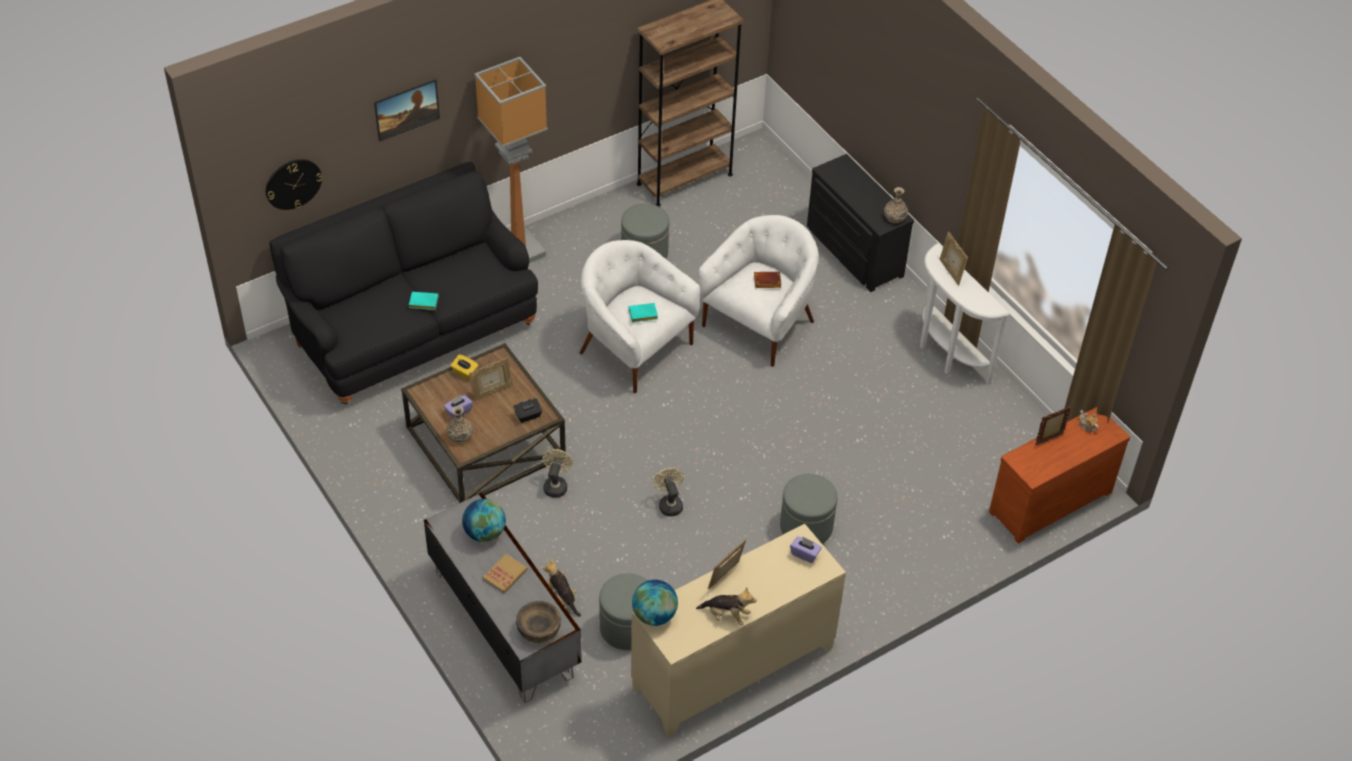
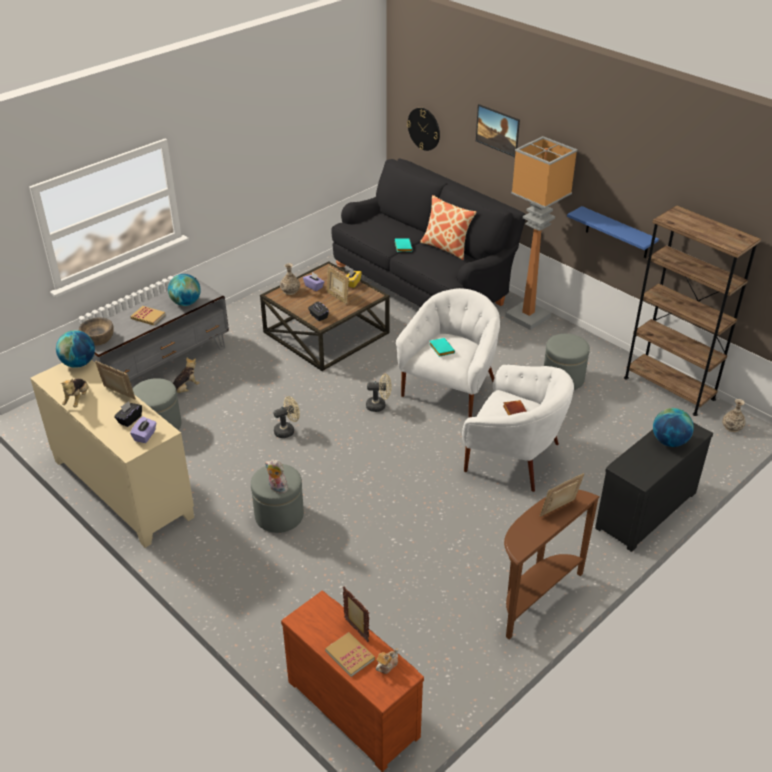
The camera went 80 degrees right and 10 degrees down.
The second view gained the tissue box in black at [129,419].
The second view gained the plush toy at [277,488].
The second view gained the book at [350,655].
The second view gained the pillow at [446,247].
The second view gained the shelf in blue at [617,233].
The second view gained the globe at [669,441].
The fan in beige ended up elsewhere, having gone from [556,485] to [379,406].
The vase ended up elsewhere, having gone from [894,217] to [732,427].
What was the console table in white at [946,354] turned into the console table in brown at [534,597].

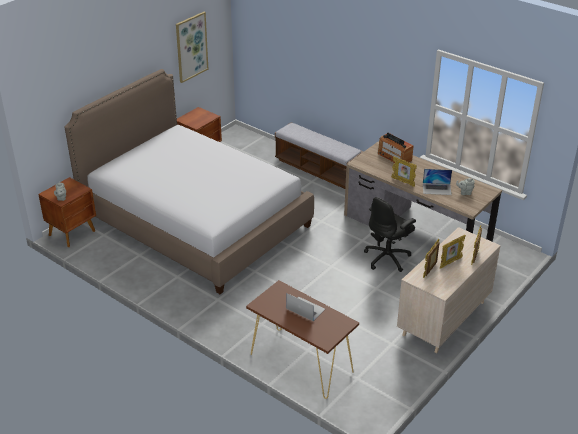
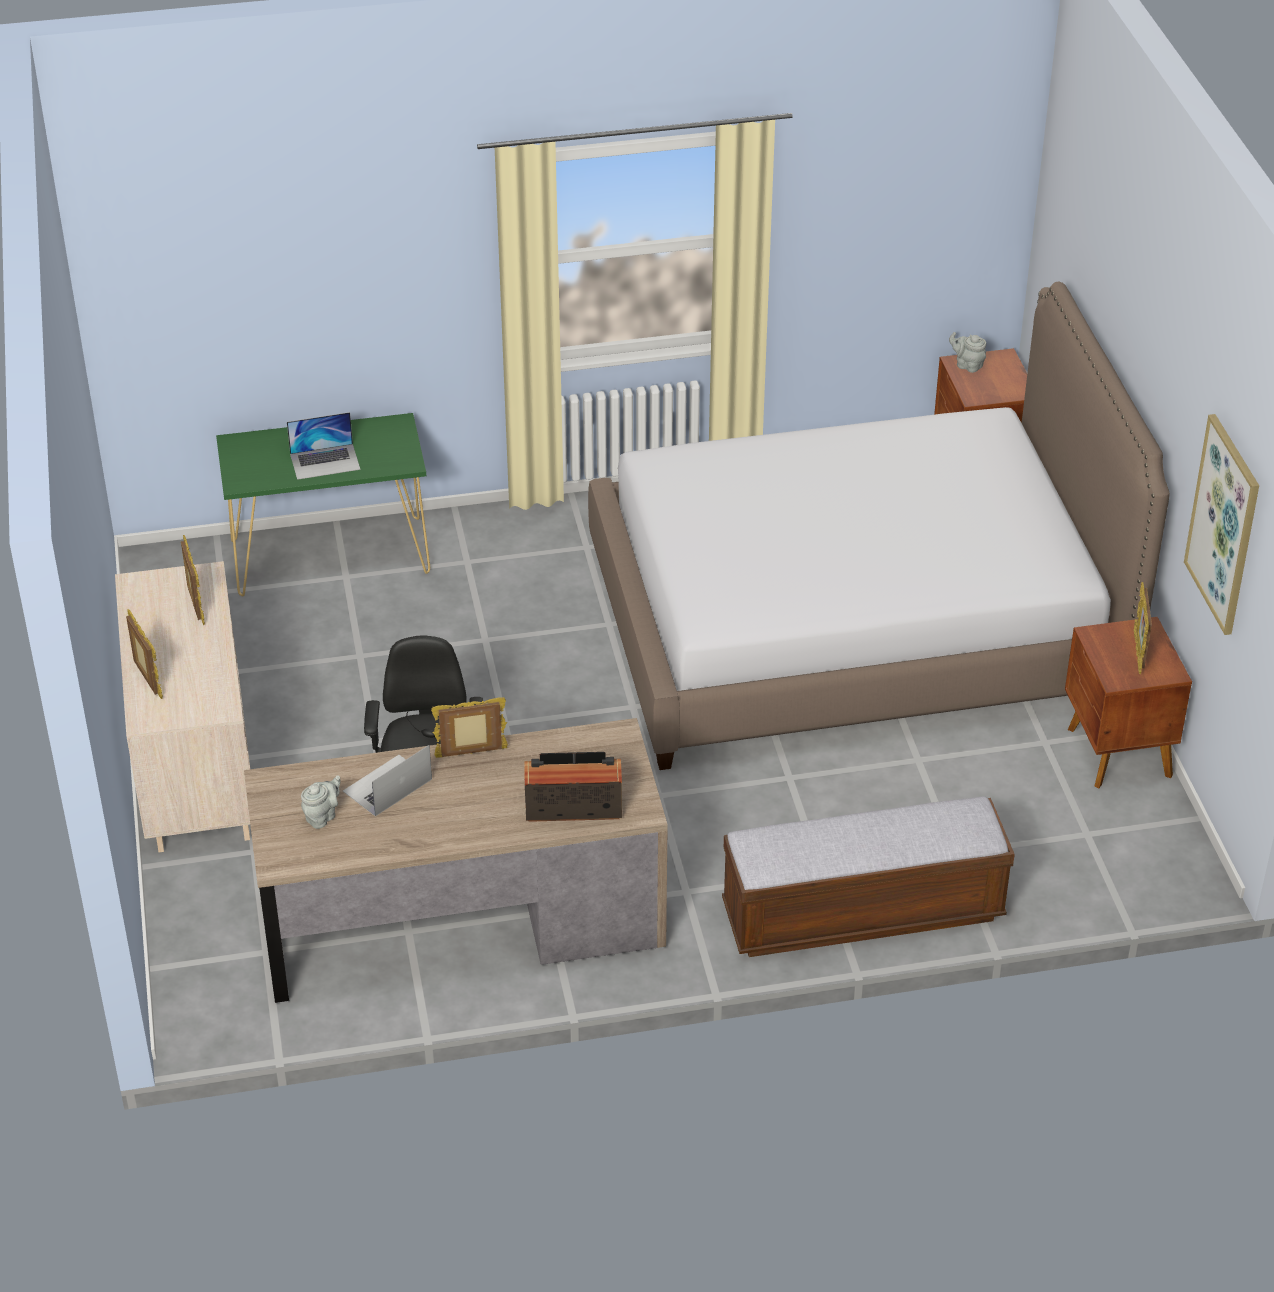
The camera went 130 degrees right and 5 degrees up.
The picture frame ended up elsewhere, having gone from [450,263] to [1138,653].
What was the console table in brown at [301,362] turned into the console table in green at [331,556].

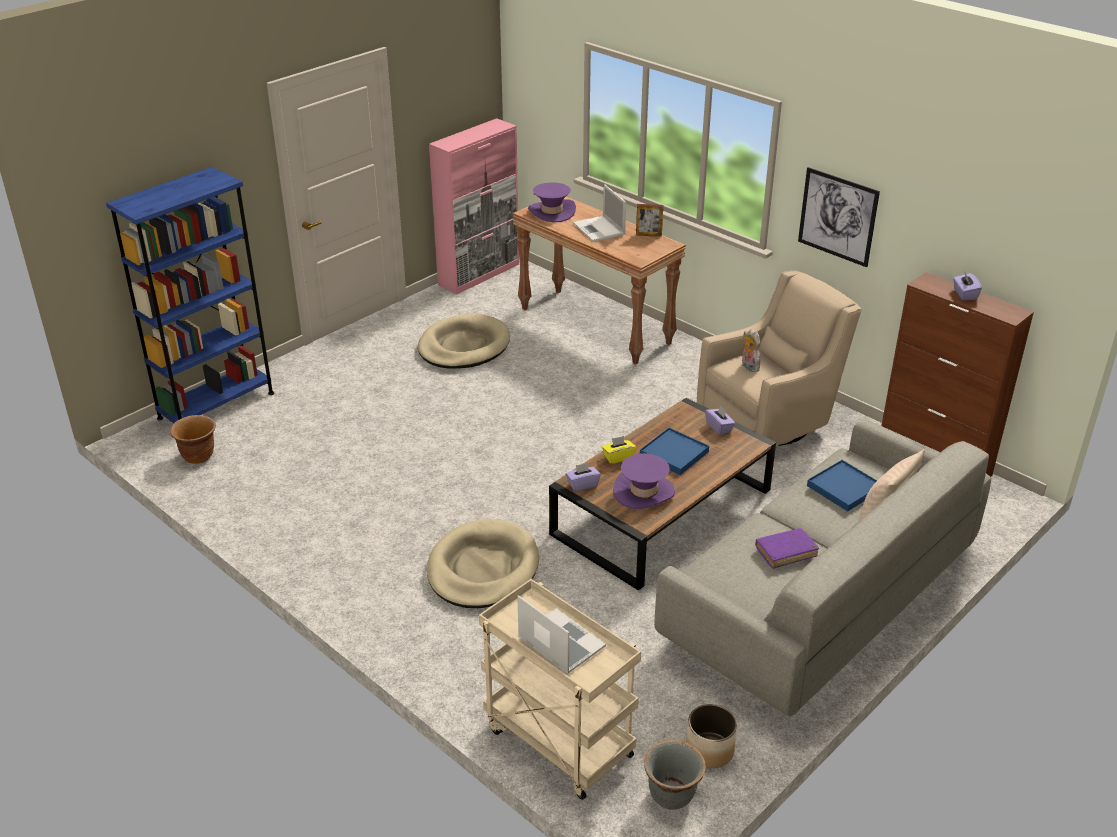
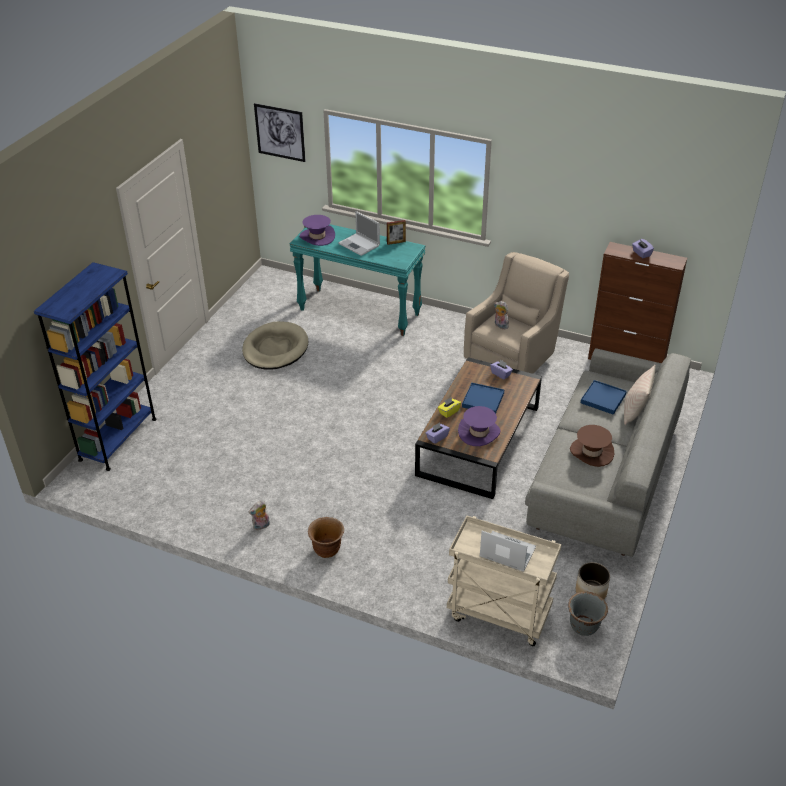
The camera went 20 degrees left and 5 degrees up.
The second view lost the dog bed in beige at [482,568].
The second view lost the cabinet in pink at [479,274].
The second view gained the plush toy at [261,526].
The planter in brown ended up elsewhere, having gone from [198,456] to [327,550].
The picture ended up elsewhere, having gone from [837,216] to [280,132].
Where the book in purple stood at [785,552], the hat in brown came to stand at [591,452].
What was the console table in brown at [596,325] turned into the console table in turquoise at [360,312].

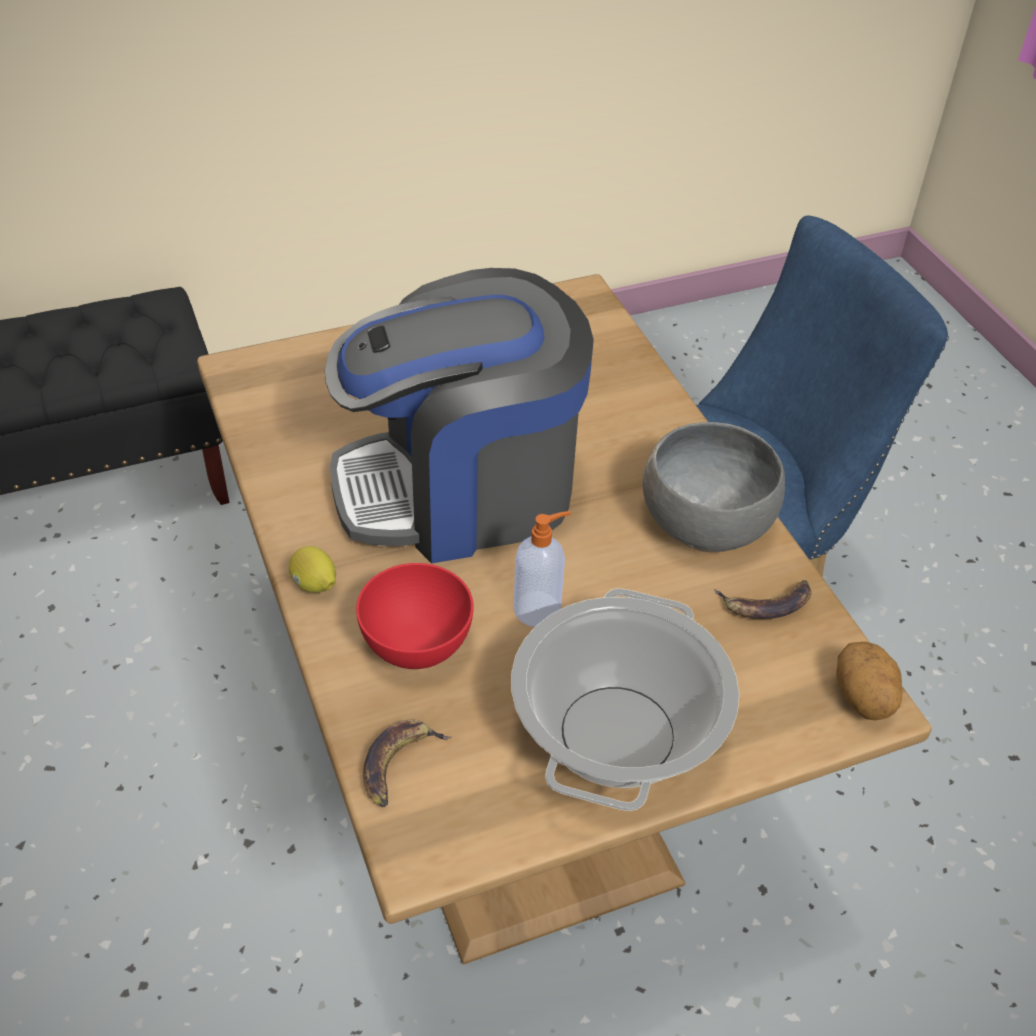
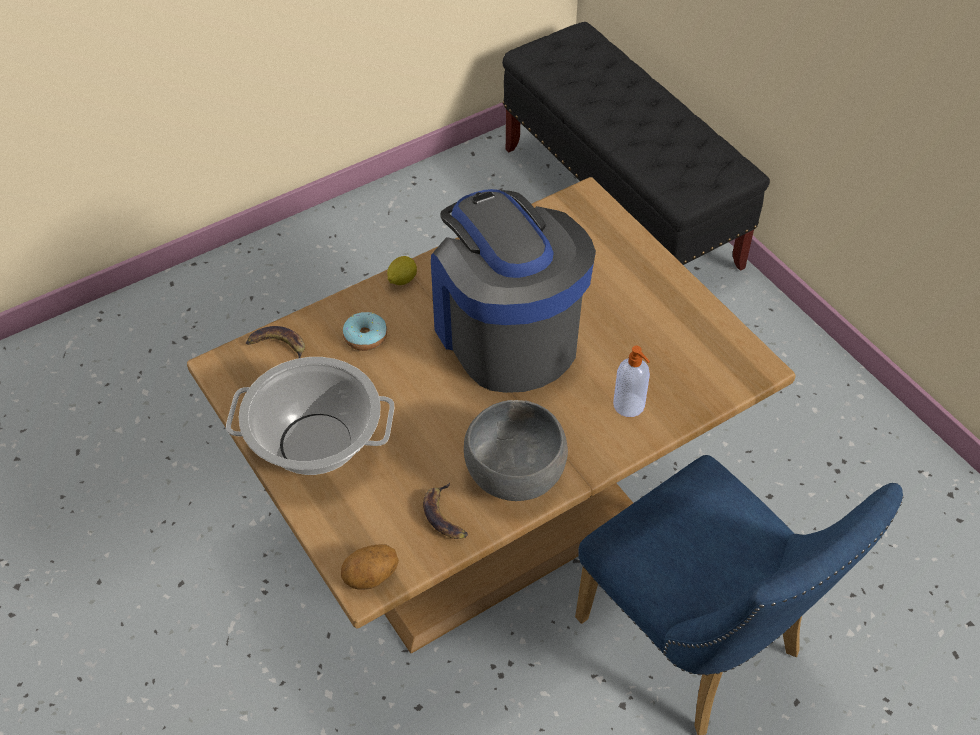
The camera went 80 degrees right and 5 degrees up.
The soap dispenser ended up elsewhere, having gone from [539,609] to [629,406].
Where the bowl in red stood at [417,645], the donut came to stand at [365,337].

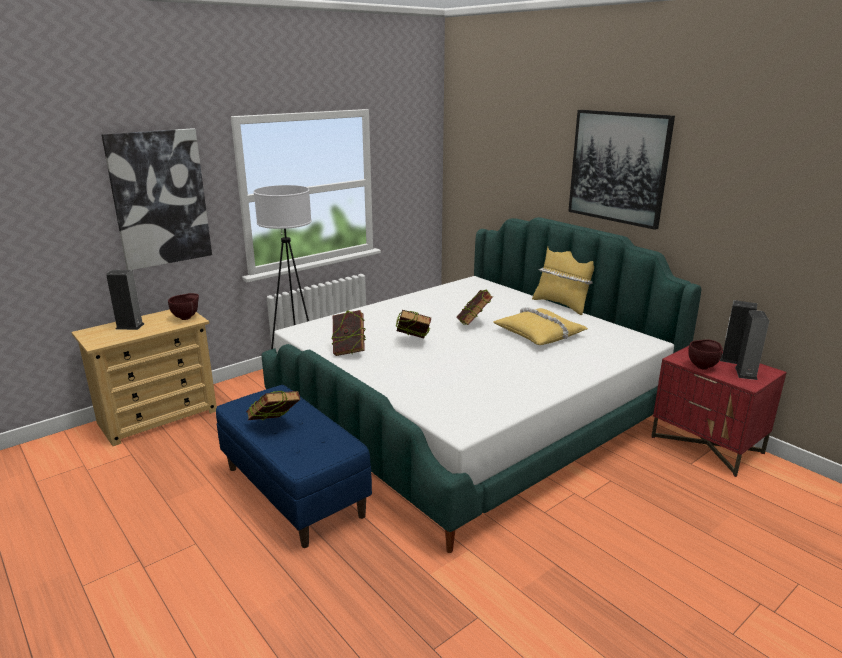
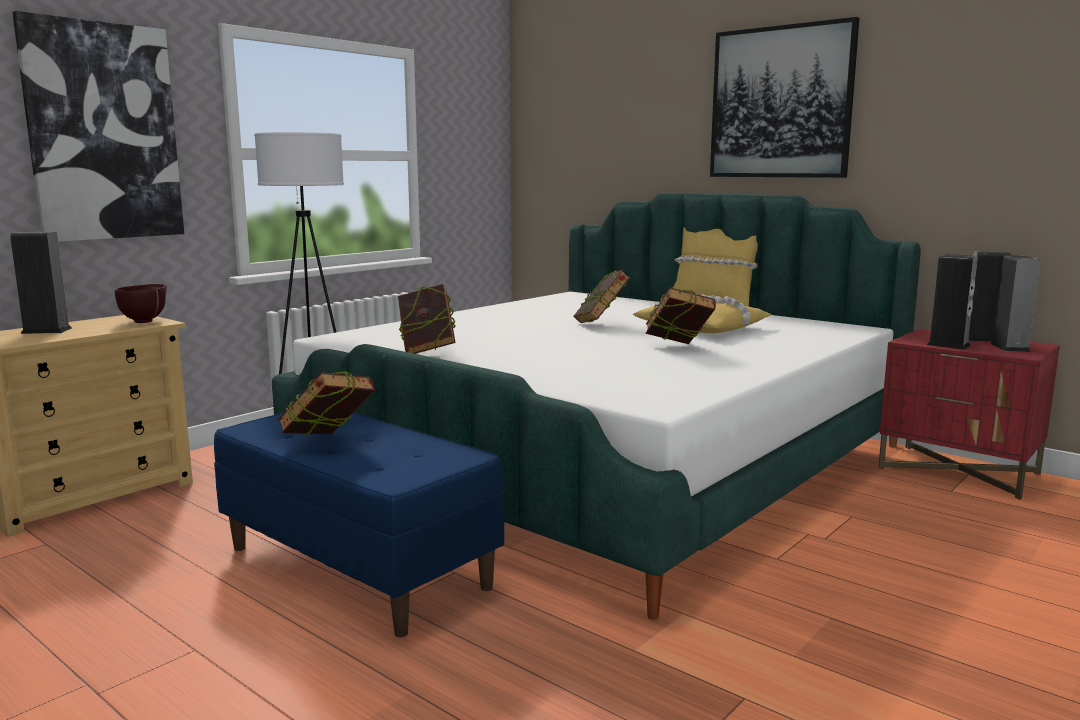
The camera went 10 degrees left and 10 degrees down.
The book ended up elsewhere, having gone from [413,342] to [678,348].
Where the bowl in brown stood at [703,366], the speaker came to stand at [948,345].

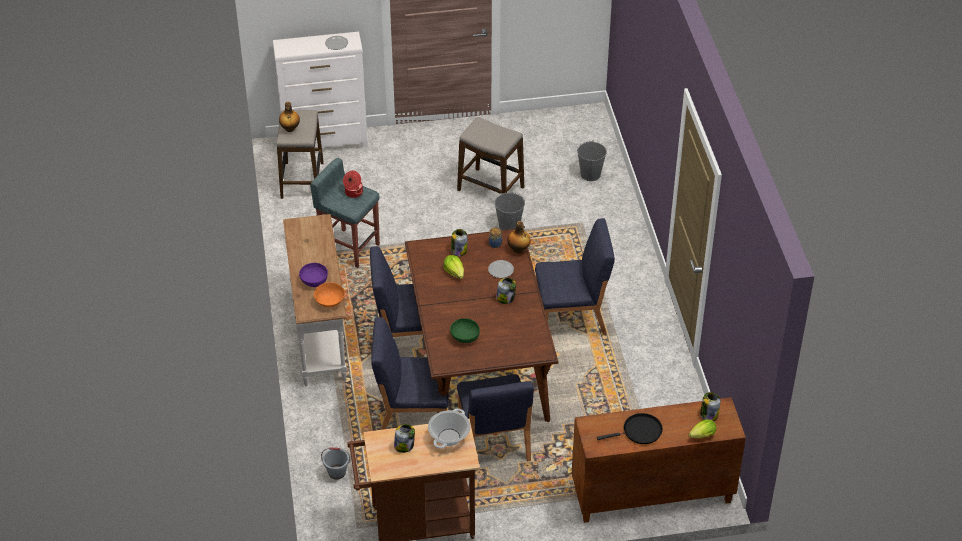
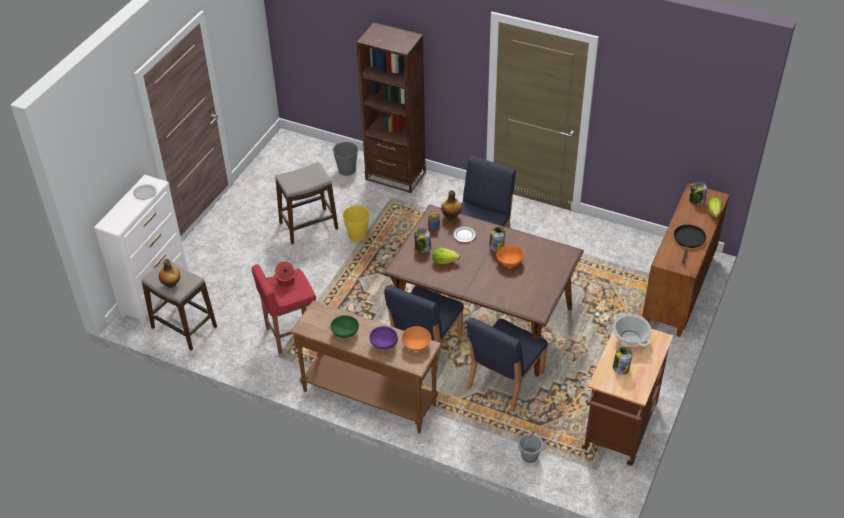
The camera went 55 degrees left and 0 degrees up.
The second view lost the chair in blue at [494,441].
The second view gained the bookcase in brown at [395,175].
The second view gained the bowl in orange at [509,261].
The bowl in green ended up elsewhere, having gone from [464,337] to [345,333].
What was the console table in white at [320,333] turned into the console table in brown at [370,397].
What was the stool in grey at [349,248] turned into the stool in red at [291,334].
What was the bucket in grey at [509,226] turned into the bucket in yellow at [357,235].

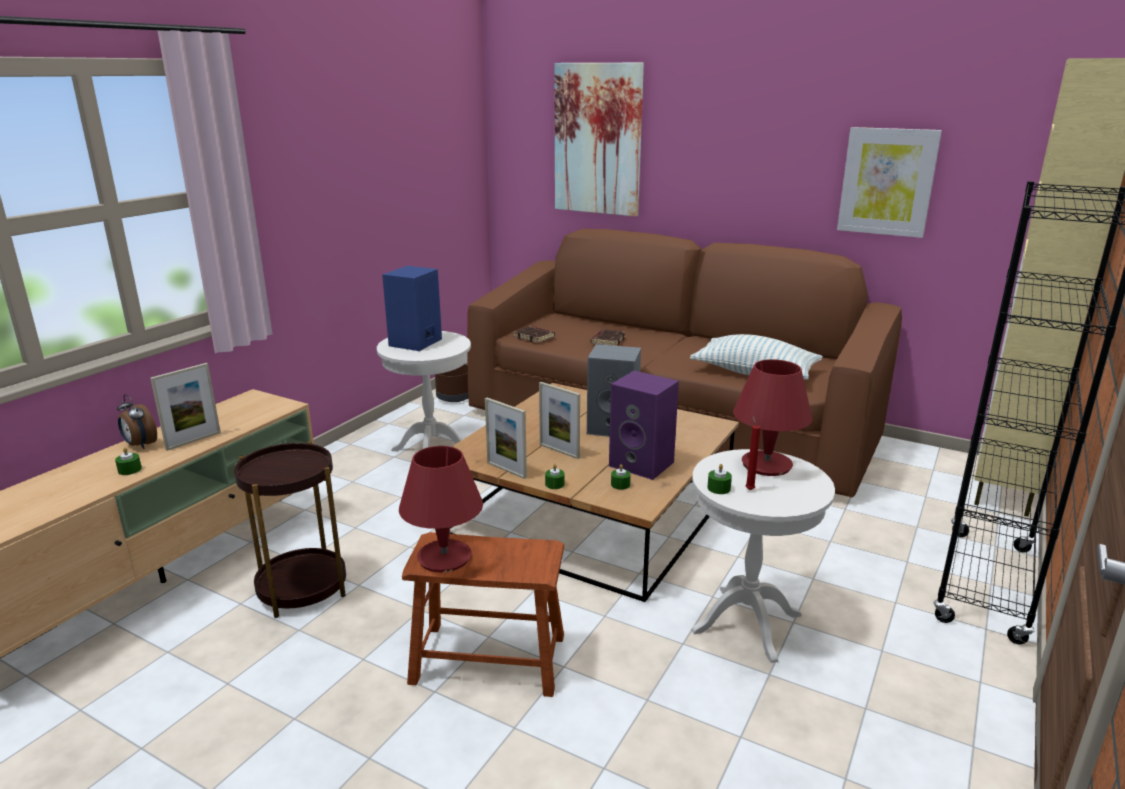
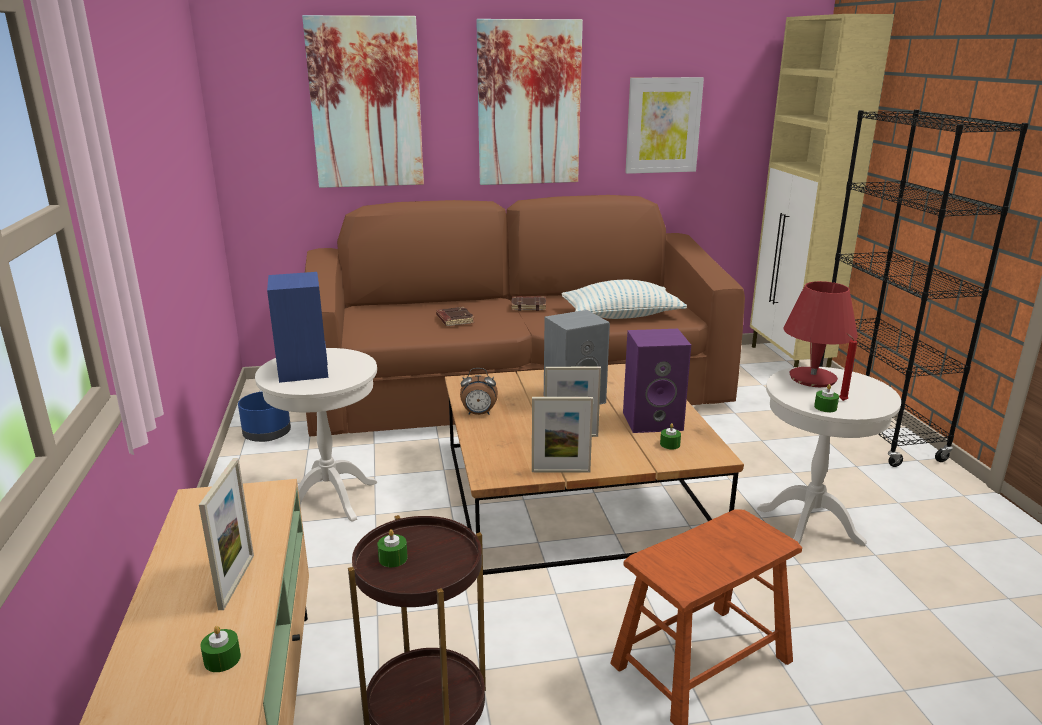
The camera went 40 degrees left and 0 degrees up.
The second view lost the table lamp in red at [444,557].
The second view gained the picture at [529,104].
The alarm clock ended up elsewhere, having gone from [140,445] to [479,414].
The book in brown ended up elsewhere, having gone from [534,337] to [529,306].
The candle in green ended up elsewhere, having gone from [554,484] to [393,558].
What was the planter in brown at [455,397] turned into the planter in blue at [267,434].

